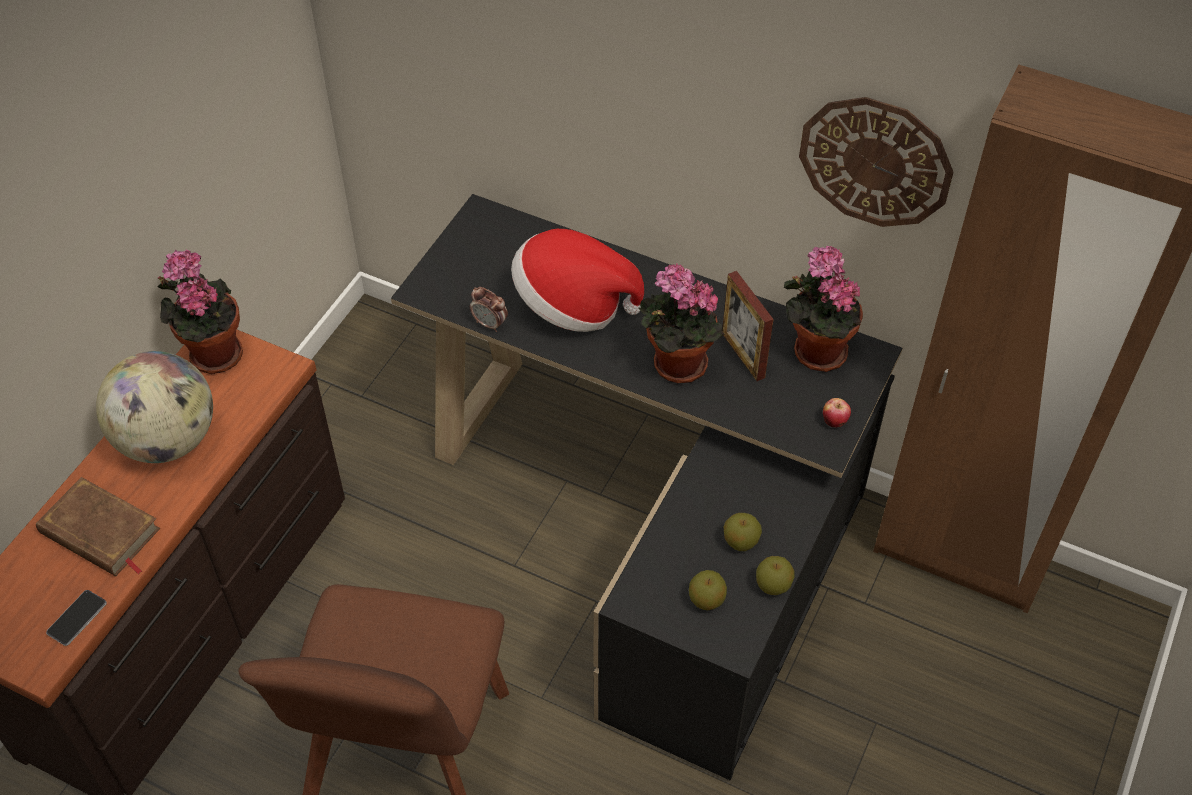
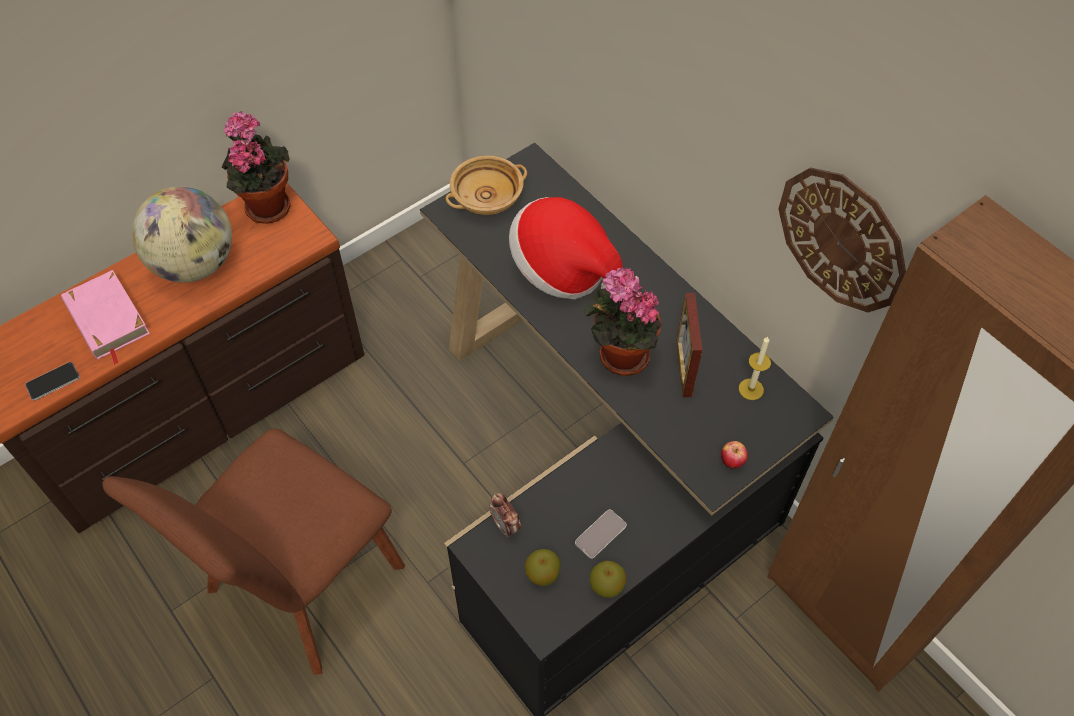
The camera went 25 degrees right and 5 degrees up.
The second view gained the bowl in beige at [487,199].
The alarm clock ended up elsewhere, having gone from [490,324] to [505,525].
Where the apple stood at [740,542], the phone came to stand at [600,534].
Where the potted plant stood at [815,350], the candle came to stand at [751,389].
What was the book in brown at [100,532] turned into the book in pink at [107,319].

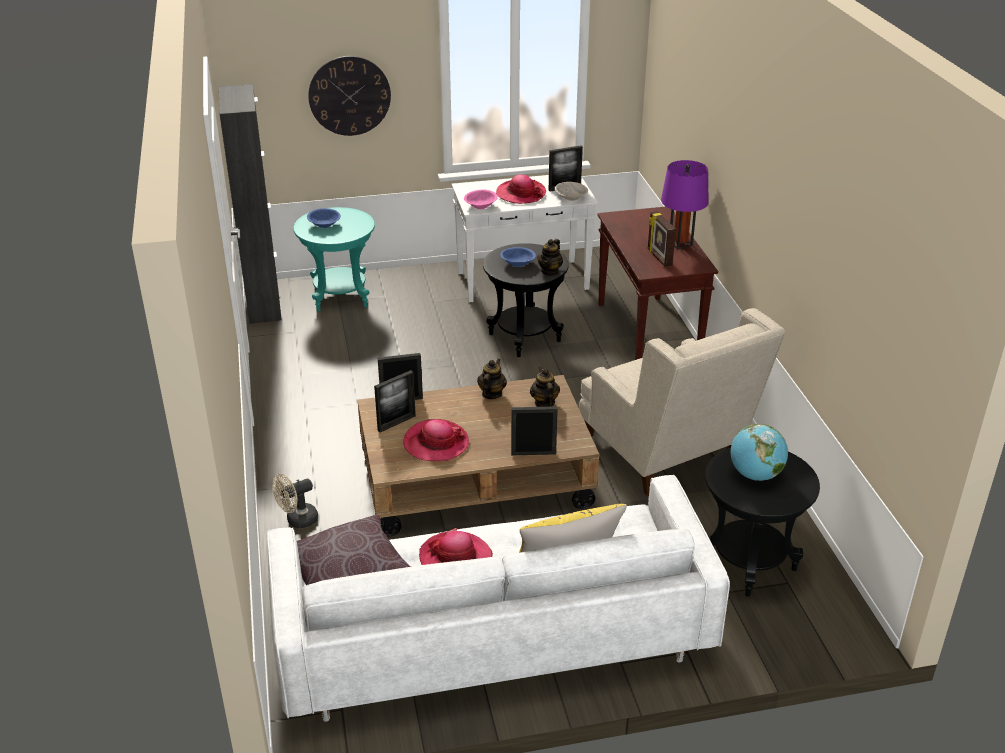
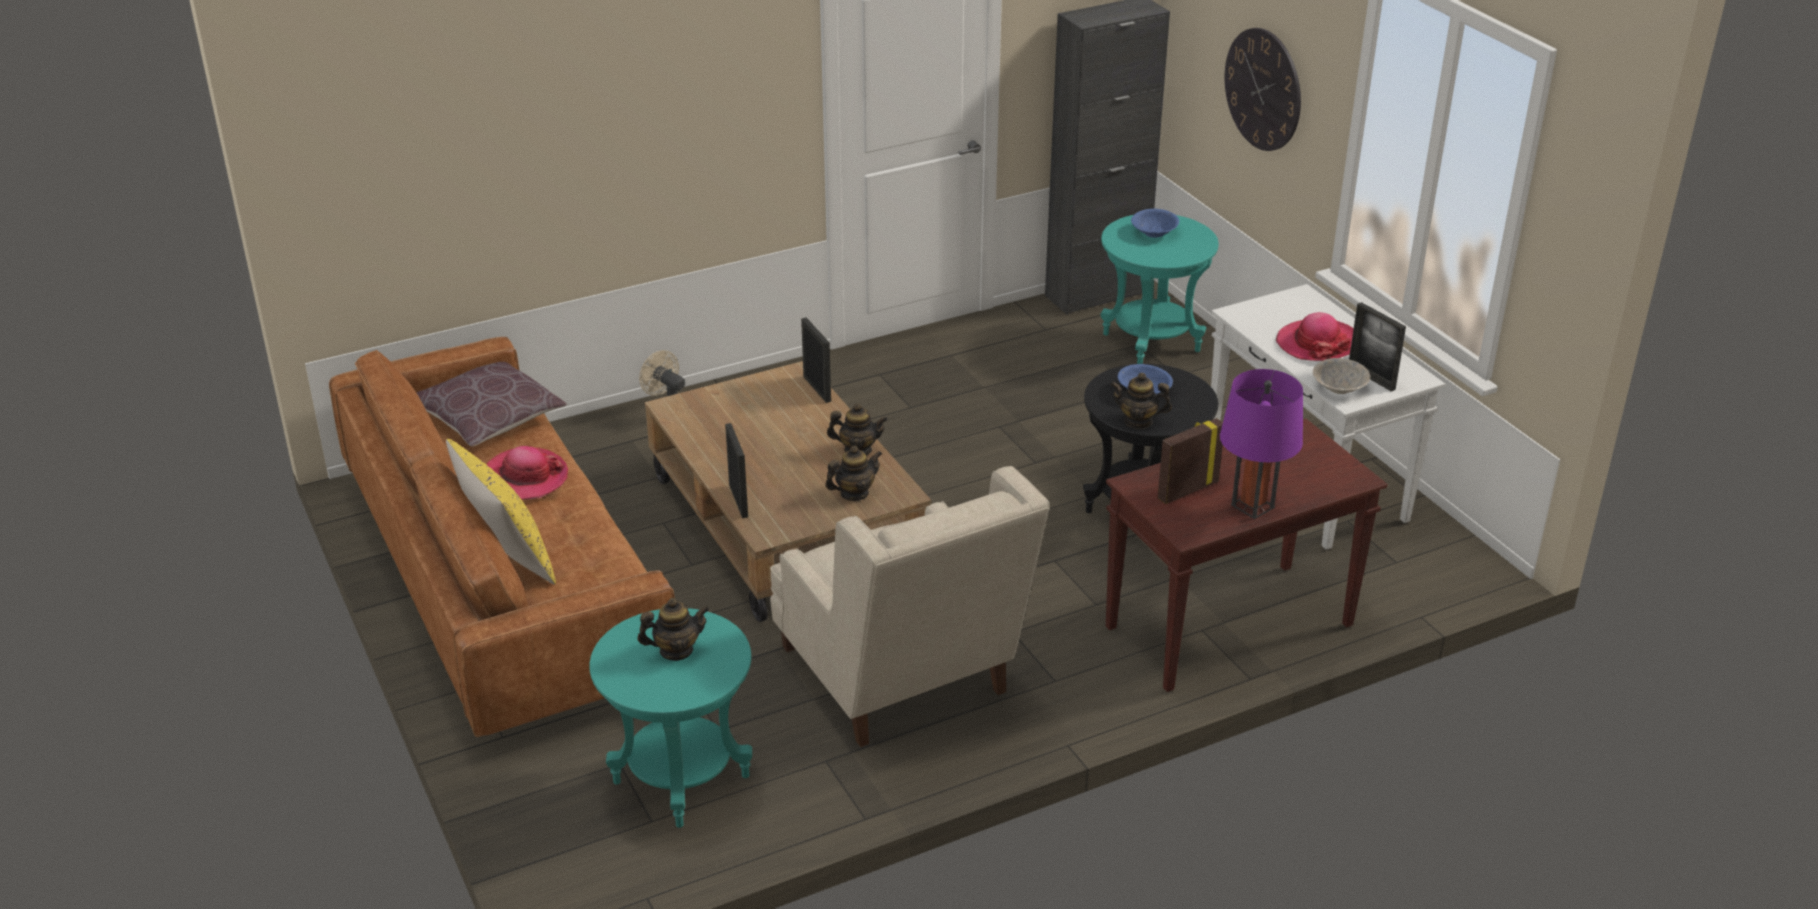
The camera went 75 degrees right and 0 degrees up.
The second view lost the picture frame at [396,423].
The second view lost the hat at [436,443].
The second view lost the bowl in pink at [481,206].
Where the globe stood at [755,475], the teapot came to stand at [676,651].
What was the sofa in white at [493,637] turned into the sofa in brown at [506,583].
What was the side table in black at [748,564] turned into the side table in turquoise at [681,780].
The armchair in beige at [667,455] ended up facing another way, 75 degrees counterclockwise from before.

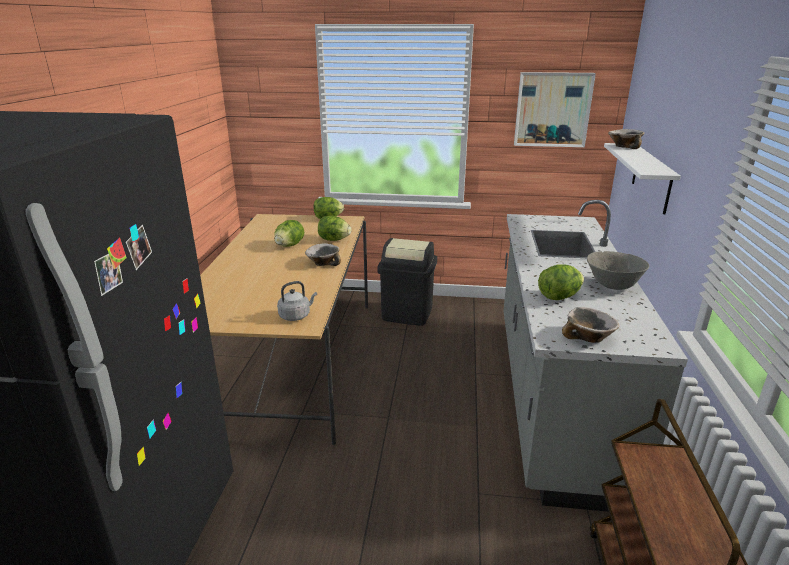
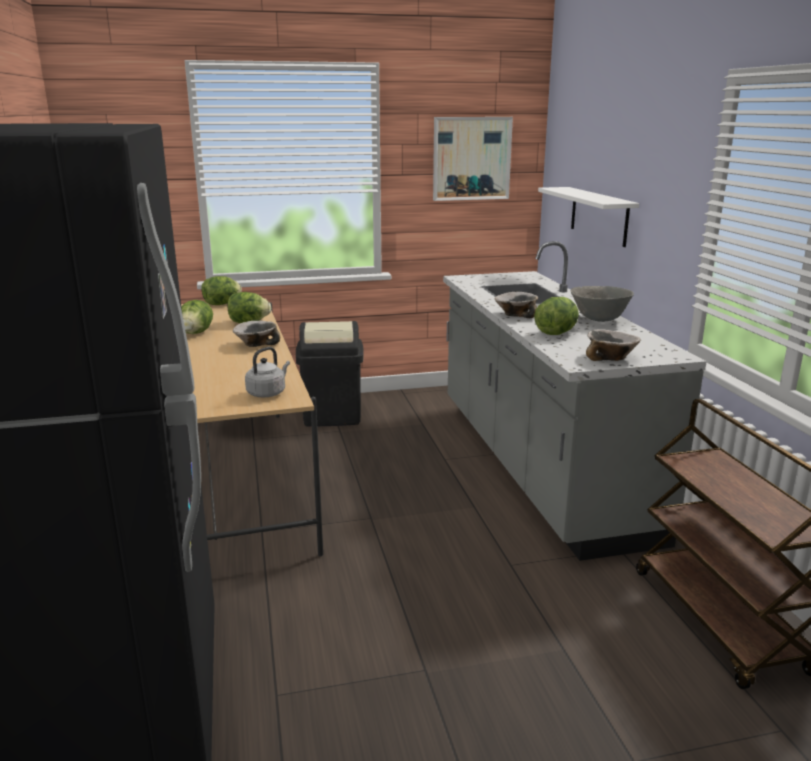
The camera went 20 degrees left and 5 degrees down.
The bowl ended up elsewhere, having gone from [623,146] to [515,315].

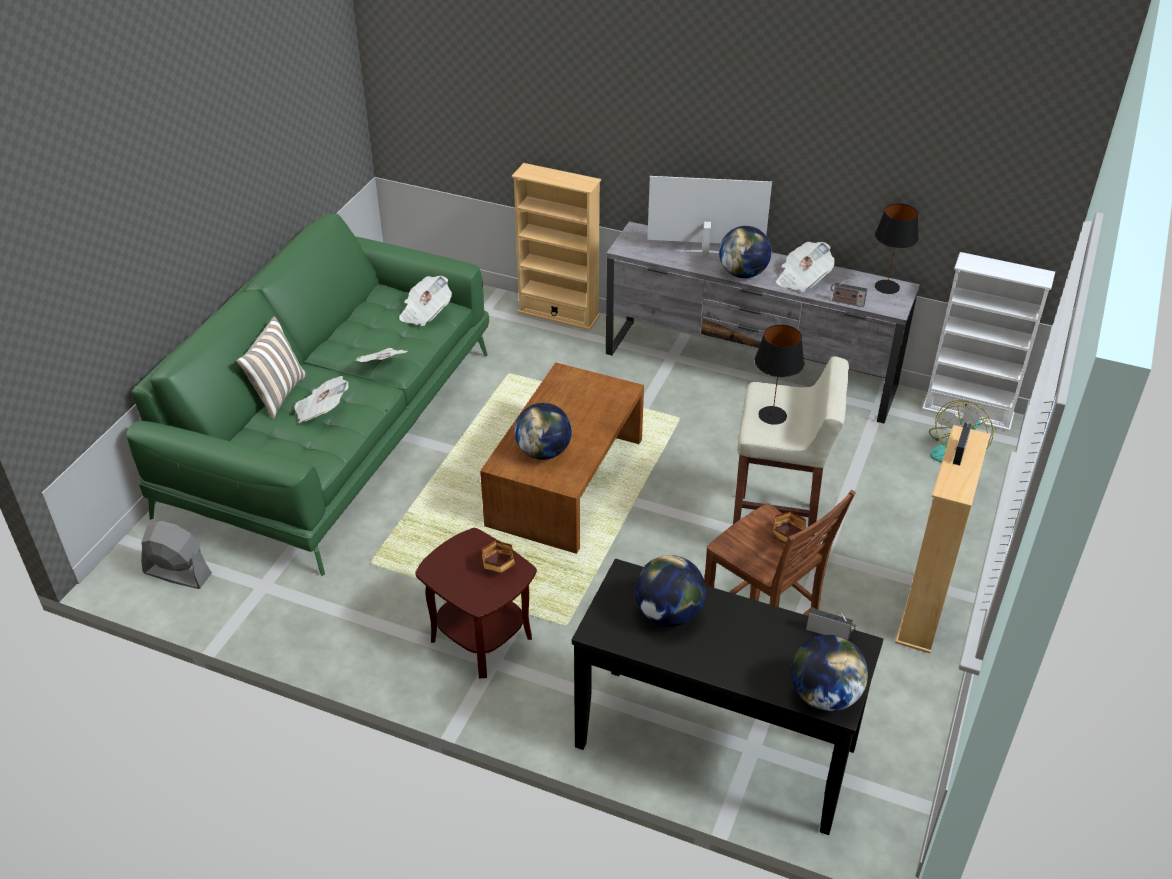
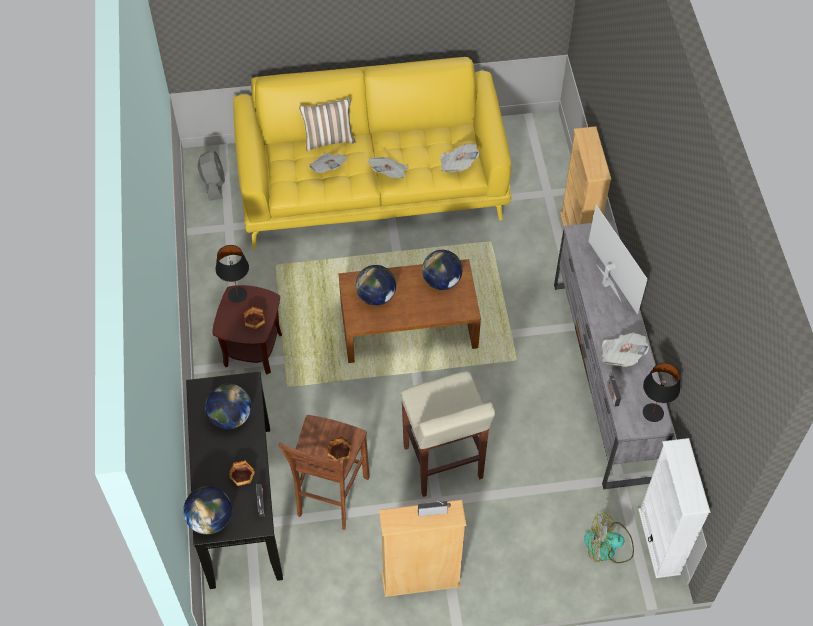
The camera went 60 degrees right and 15 degrees up.
The second view gained the bowl at [243,478].
The globe ended up elsewhere, having gone from [743,273] to [441,281].
The table lamp in black ended up elsewhere, having gone from [772,415] to [237,295].
What was the sofa in green at [334,429] turned into the sofa in yellow at [373,182].

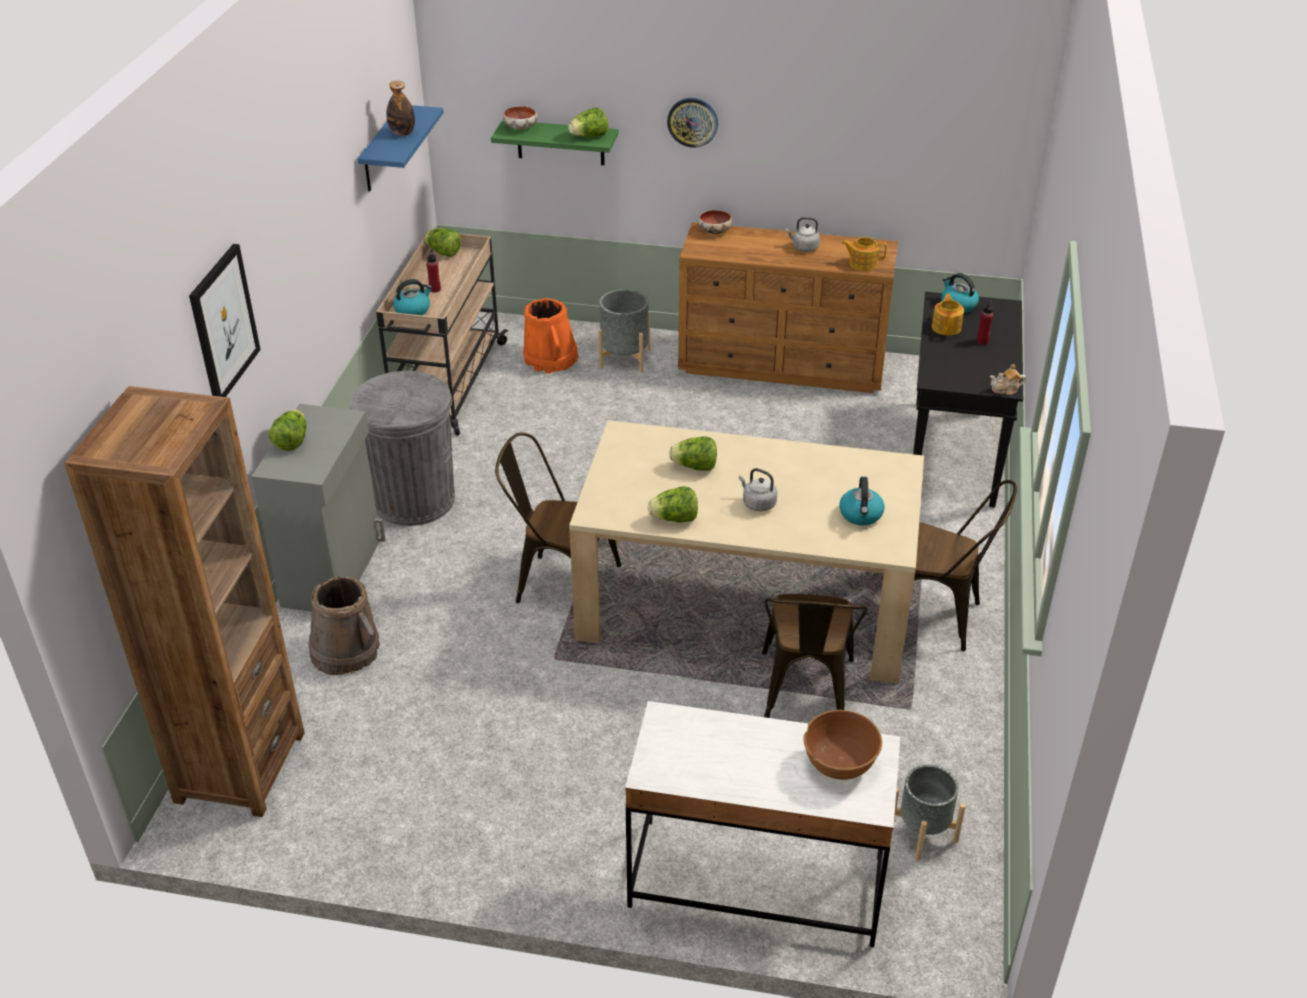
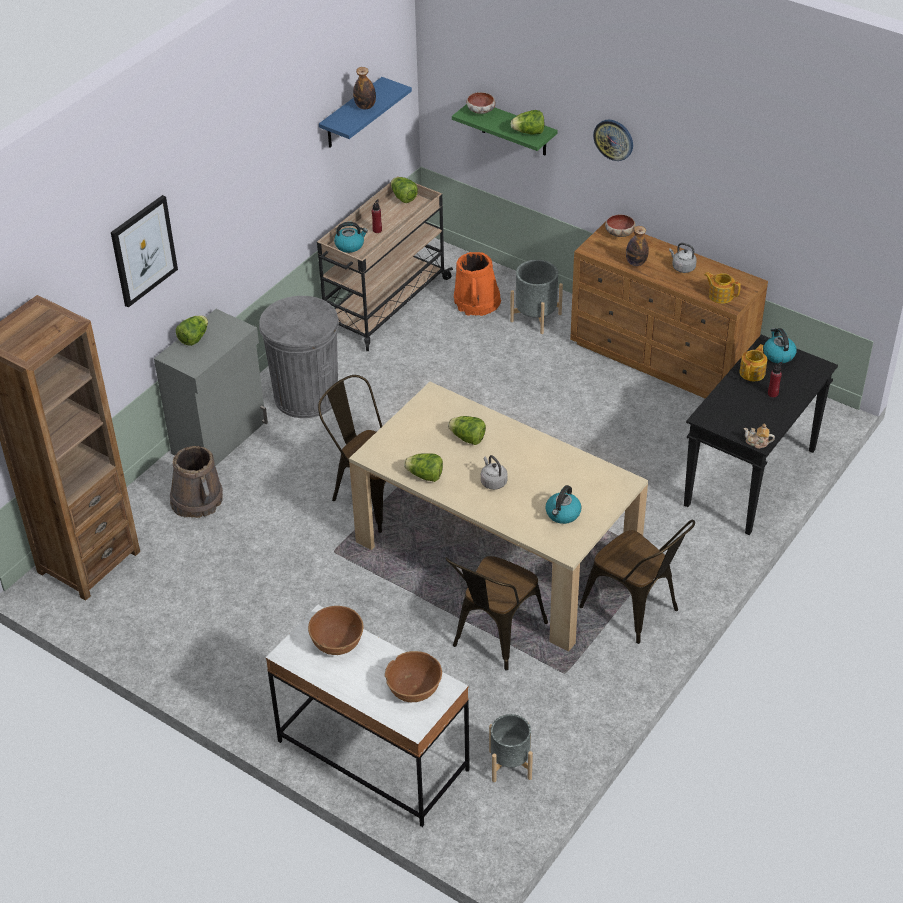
The camera went 25 degrees right and 5 degrees up.
The second view gained the bowl in brown at [337,642].
The second view gained the bottle at [636,263].

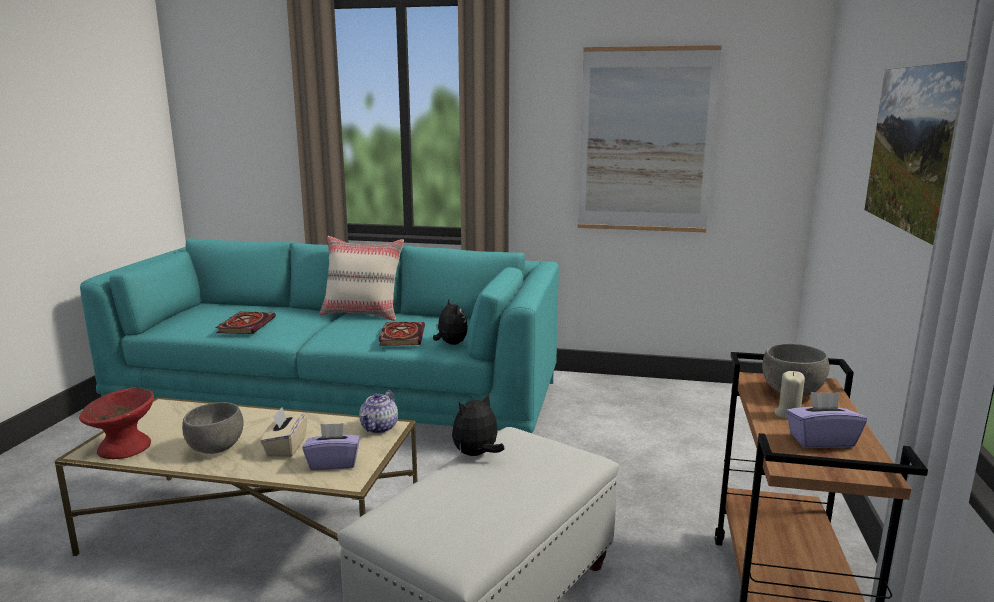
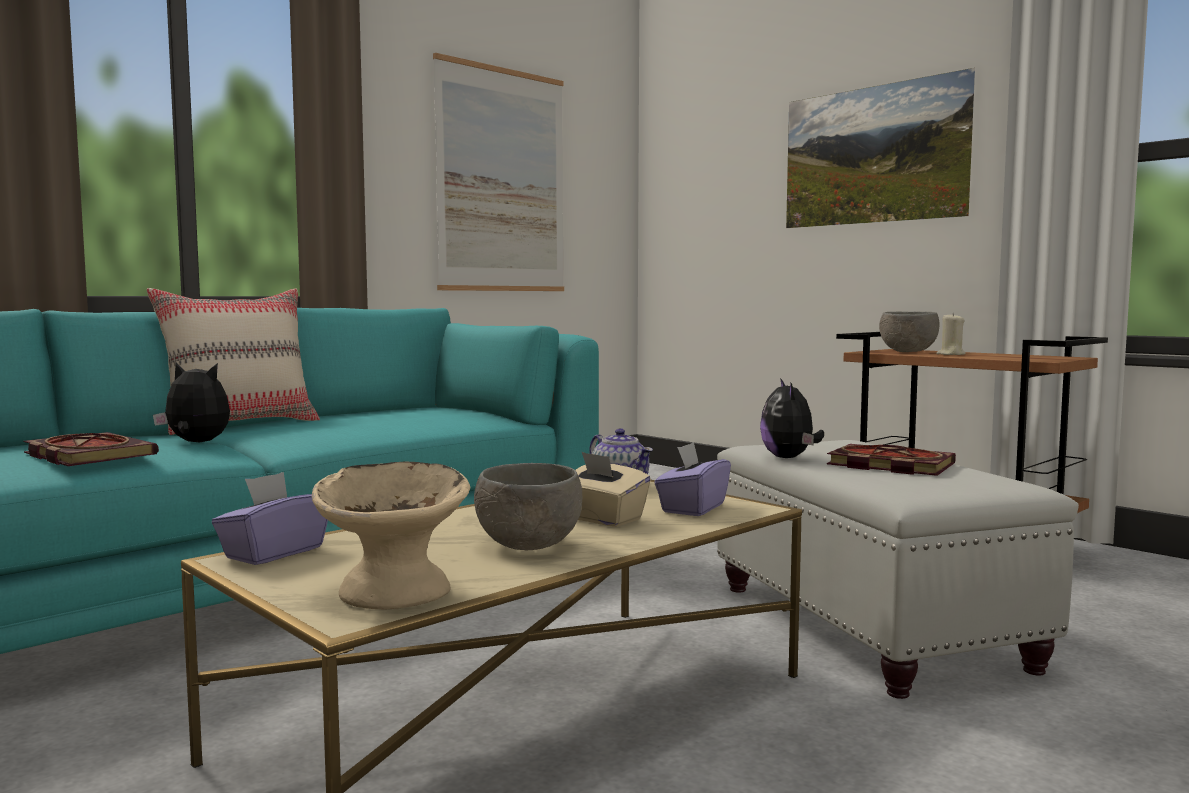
The camera went 55 degrees left and 10 degrees down.
The book ended up elsewhere, having gone from [401,336] to [887,465].
The plush toy ended up elsewhere, having gone from [450,344] to [196,443].
The tissue box in purple ended up elsewhere, having gone from [821,440] to [273,553].
What was the bowl in red at [124,448] turned into the bowl in beige at [395,592].

